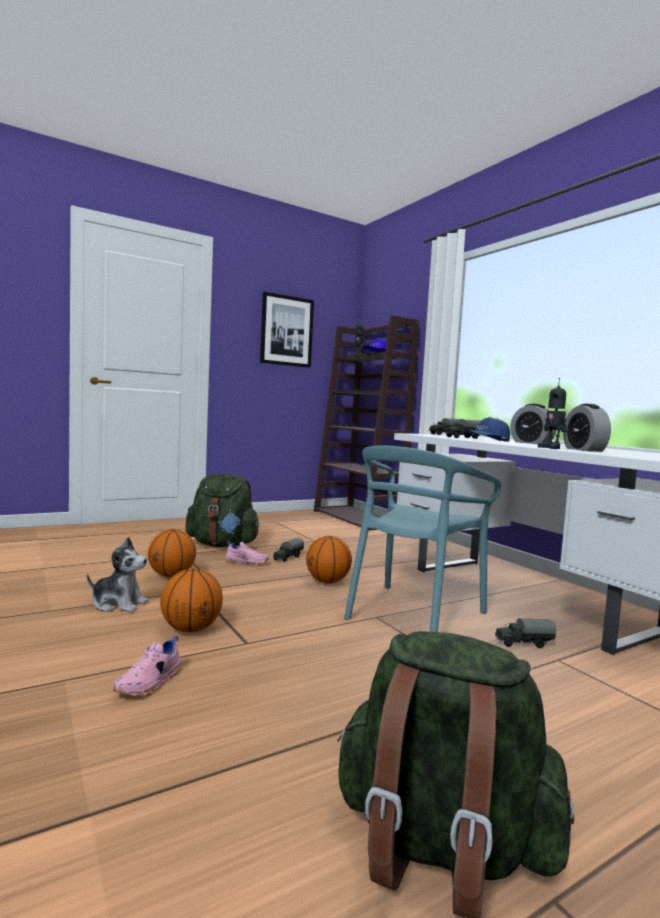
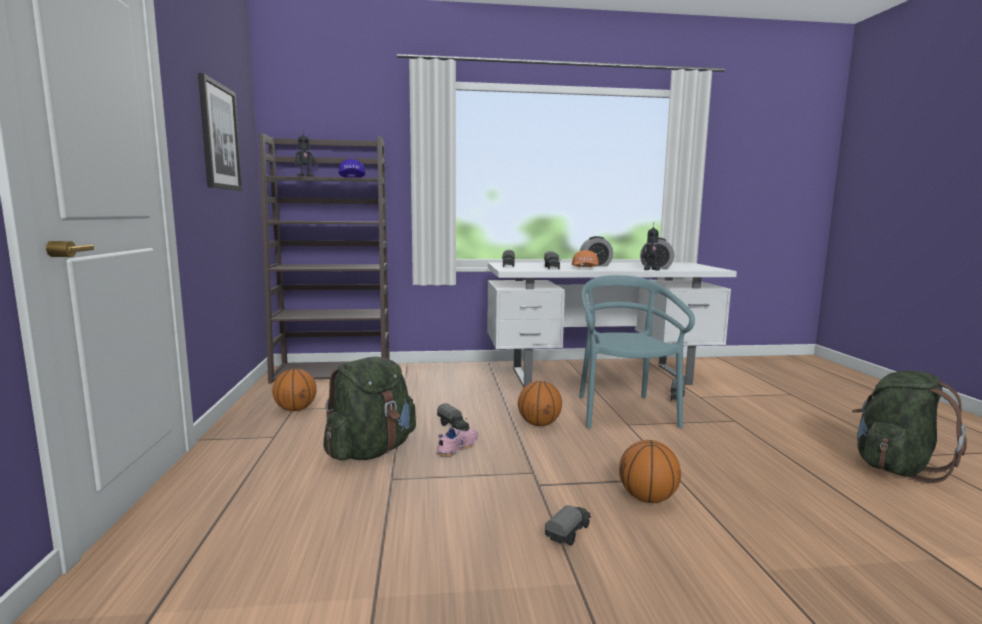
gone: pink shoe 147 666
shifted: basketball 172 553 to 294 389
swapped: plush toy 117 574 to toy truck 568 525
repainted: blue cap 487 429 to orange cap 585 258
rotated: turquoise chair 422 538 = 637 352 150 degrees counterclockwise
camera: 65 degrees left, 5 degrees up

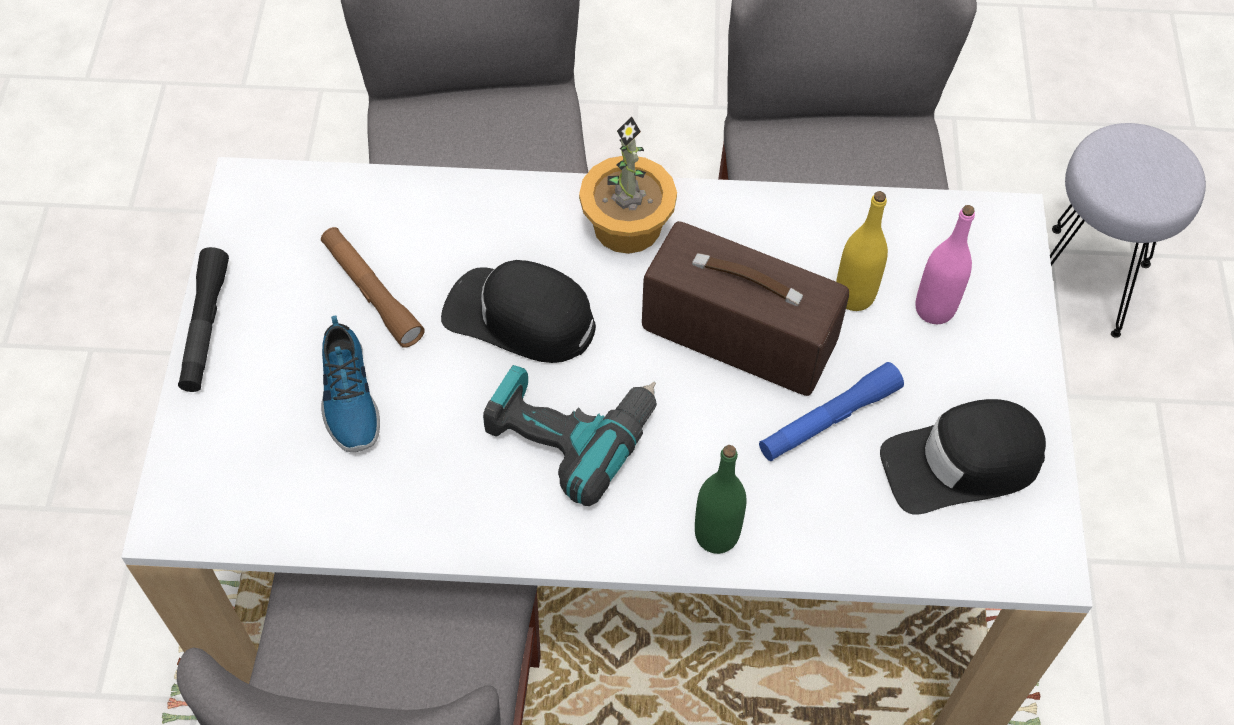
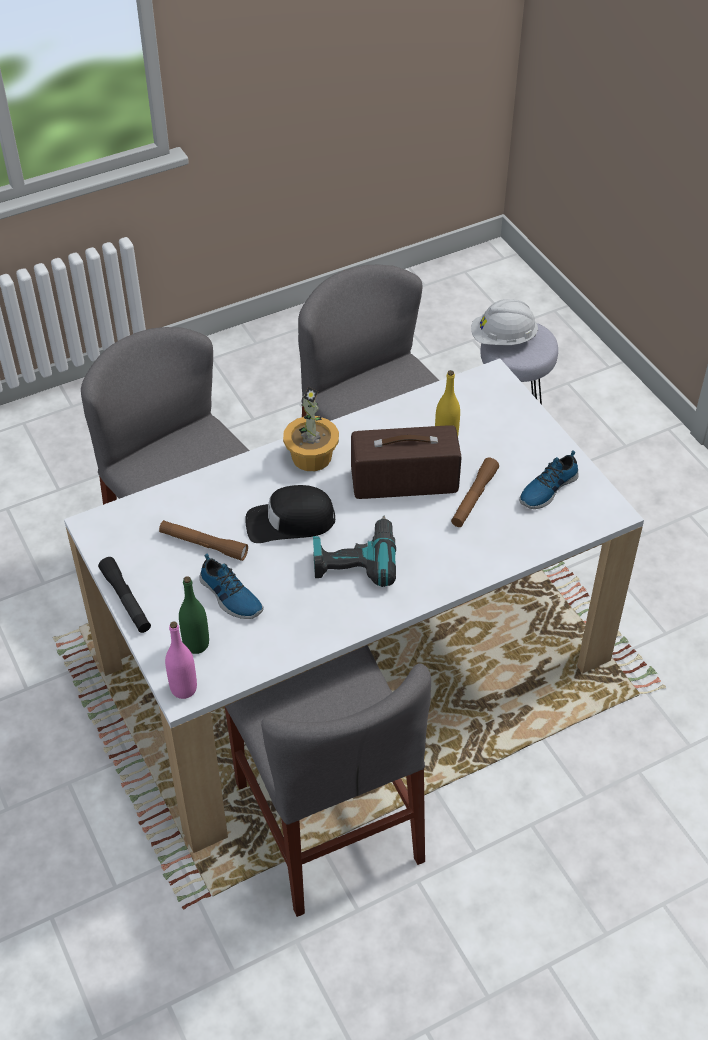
new: white hard hat 504 322
shifted: green bottle 720 499 to 194 615; pink bottle 945 264 to 181 660
swapped: black cap 963 457 to shoe 549 480
repainted: blue flashlight 831 411 to brown flashlight 475 492
camera: 30 degrees left, 10 degrees down

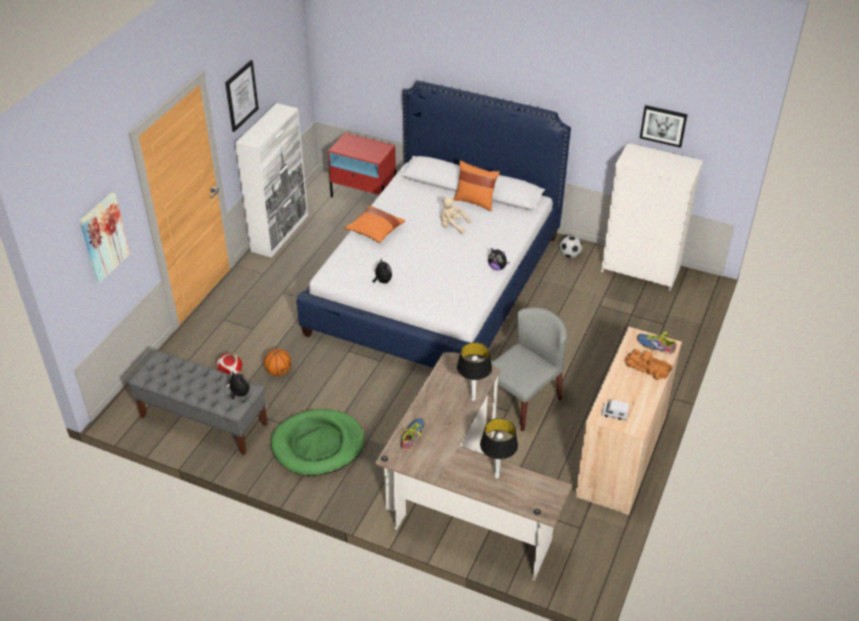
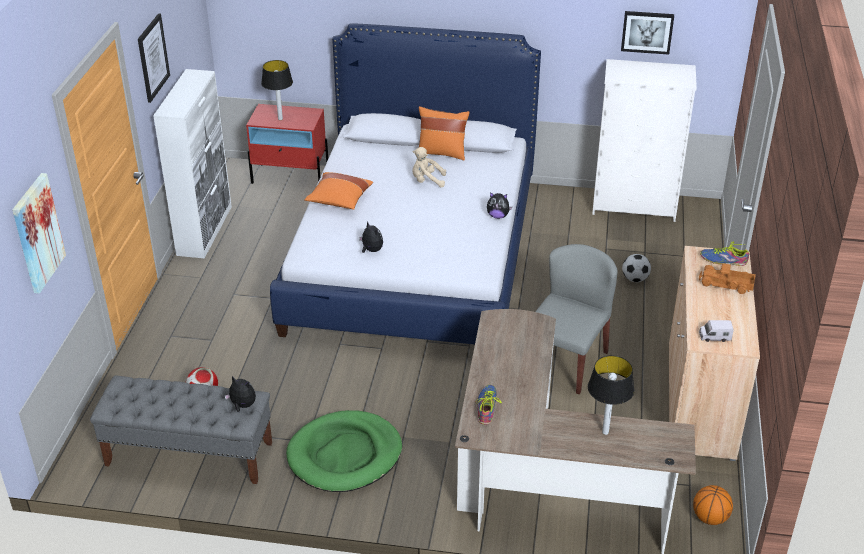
shifted: basketball 277 362 to 713 505; table lamp 474 371 to 277 90; football 571 247 to 636 268
camera: 15 degrees left, 5 degrees down

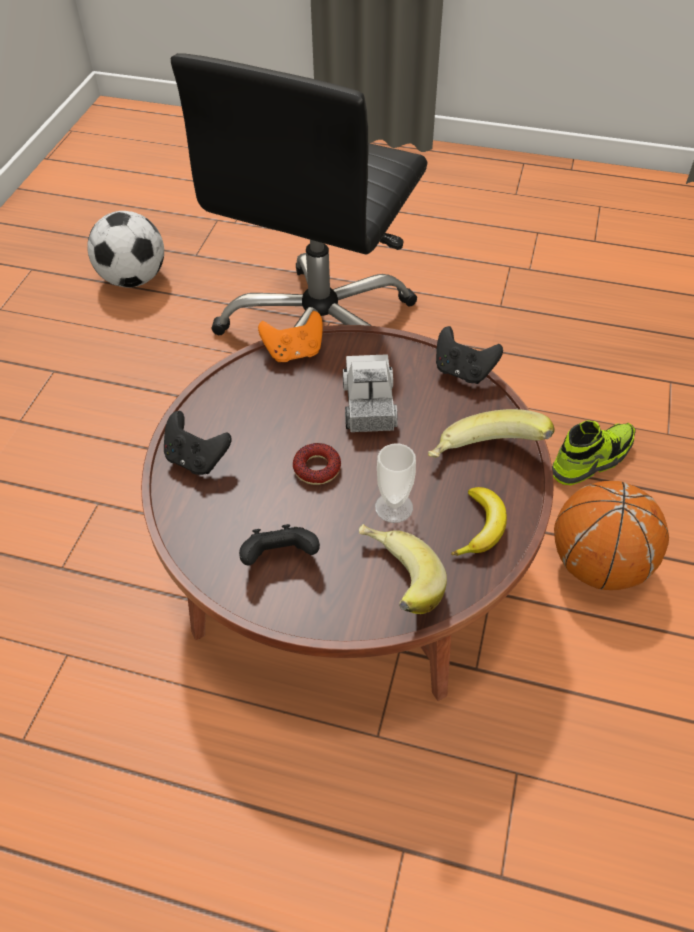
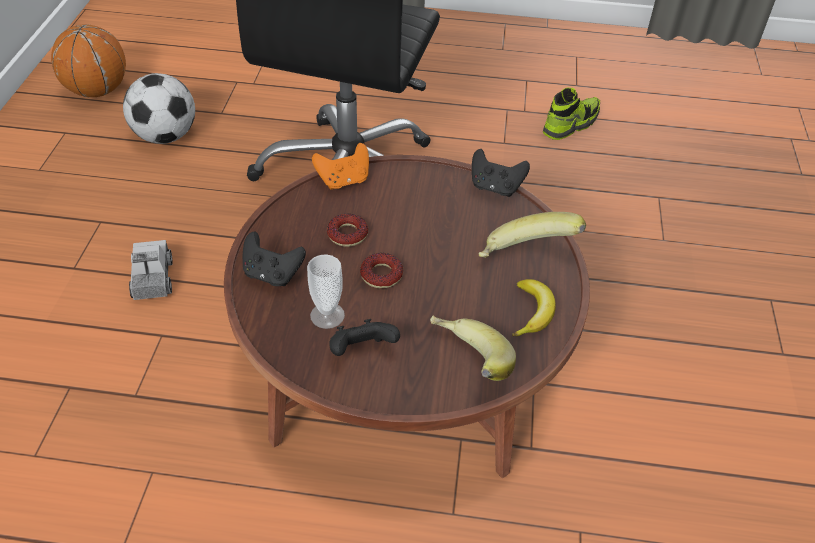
new: donut 347 230
shifted: toy truck 370 393 to 151 270; cup 395 483 to 326 291; shoe 594 452 to 571 114; basketball 611 535 to 88 60
camera: 10 degrees left, 5 degrees down

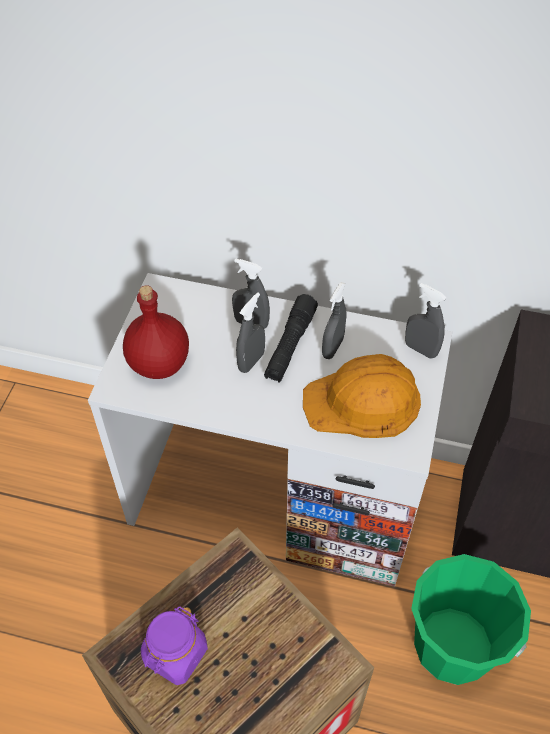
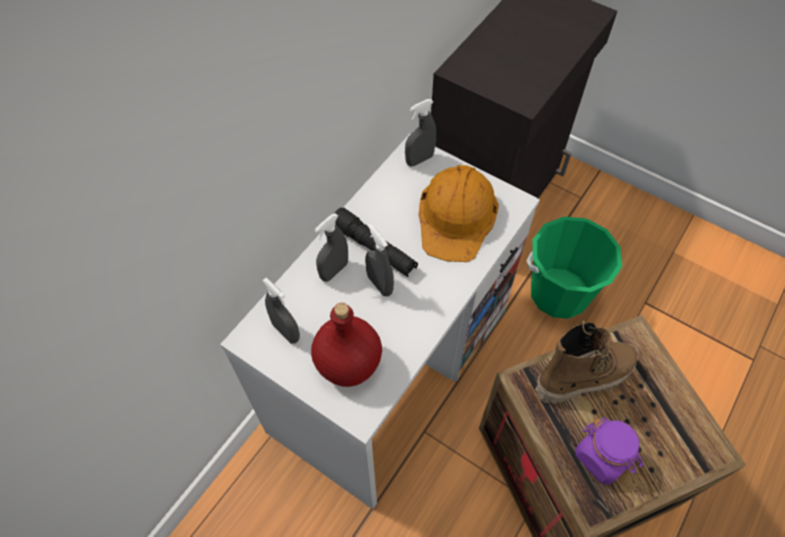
new: boot 586 362
shifted: grey spray bottle 334 320 to 281 310
camera: 70 degrees left, 5 degrees up

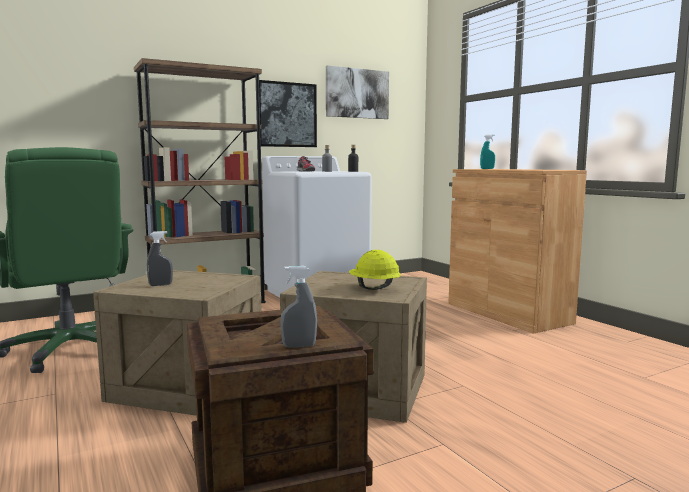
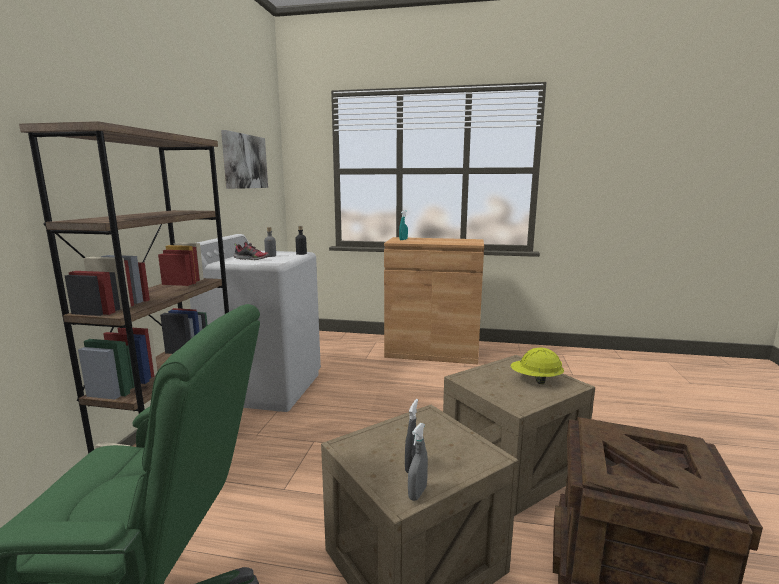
gone: picture 288 113
shifted: grey spray bottle 298 307 to 418 462
camera: 50 degrees left, 5 degrees up

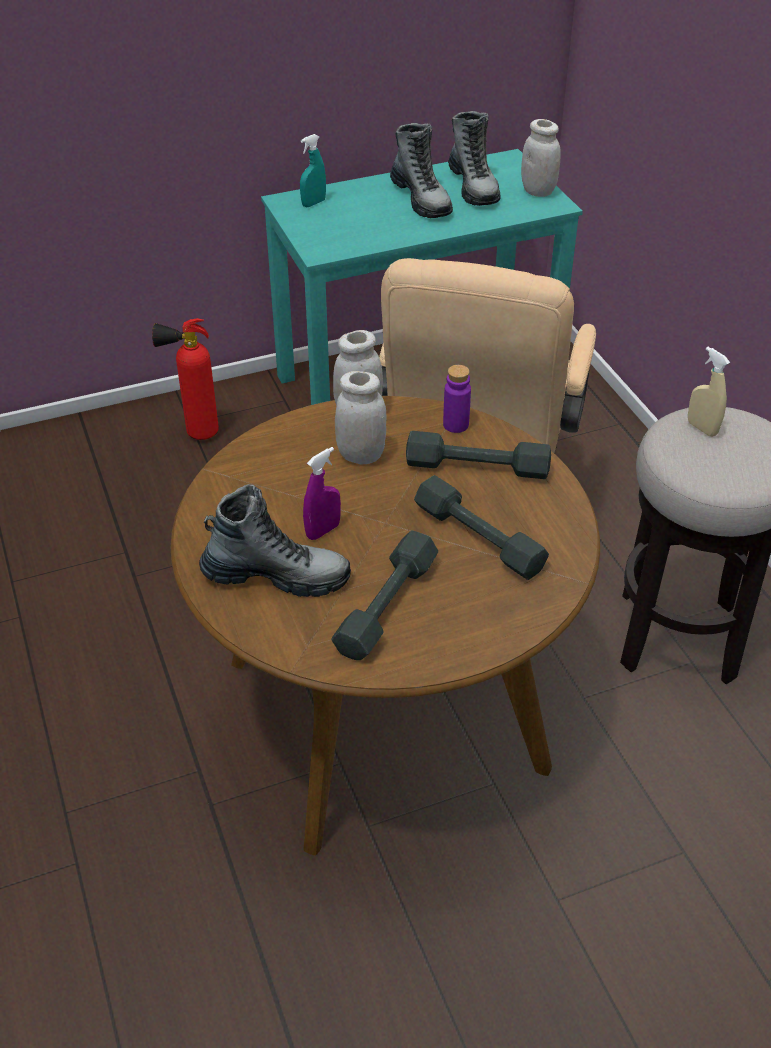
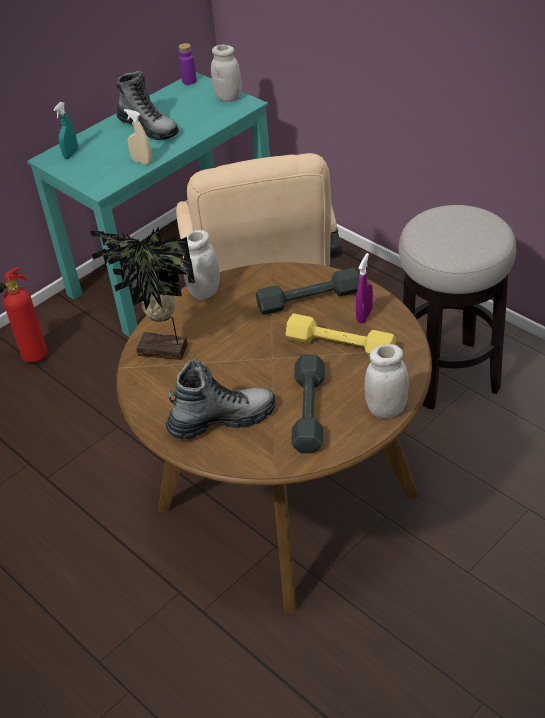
gone: boot 474 158
new: potted plant 142 294
shifted: purple spray bottle 322 493 to 364 288; white jar 360 418 to 386 381; purple bottle 457 399 to 187 64; beige spray bottle 709 392 to 138 137
repainted: grey dumbbell 481 527 to yellow dumbbell 340 334
camera: 20 degrees left, 0 degrees up

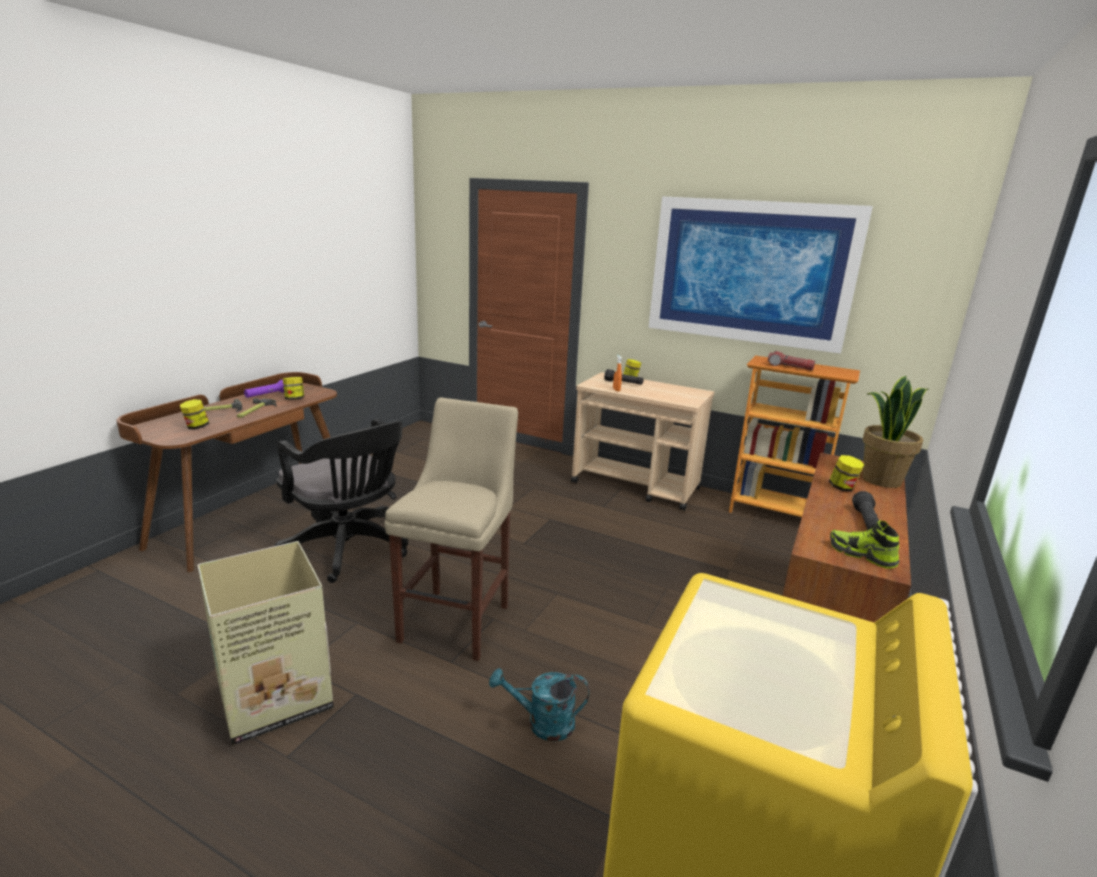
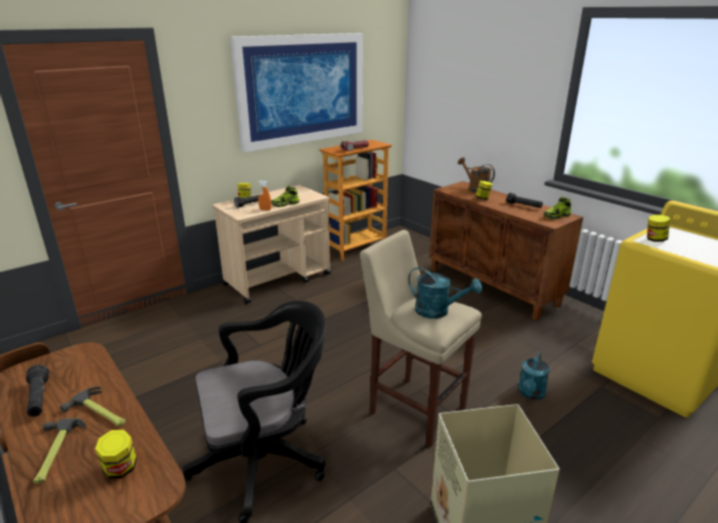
new: shoe 285 196; turquoise watering can 445 293
shifted: jar 293 388 to 658 228
swapped: potted plant 895 432 to brown watering can 476 175
repainted: purple flashlight 264 389 to black flashlight 37 391
camera: 65 degrees left, 5 degrees up

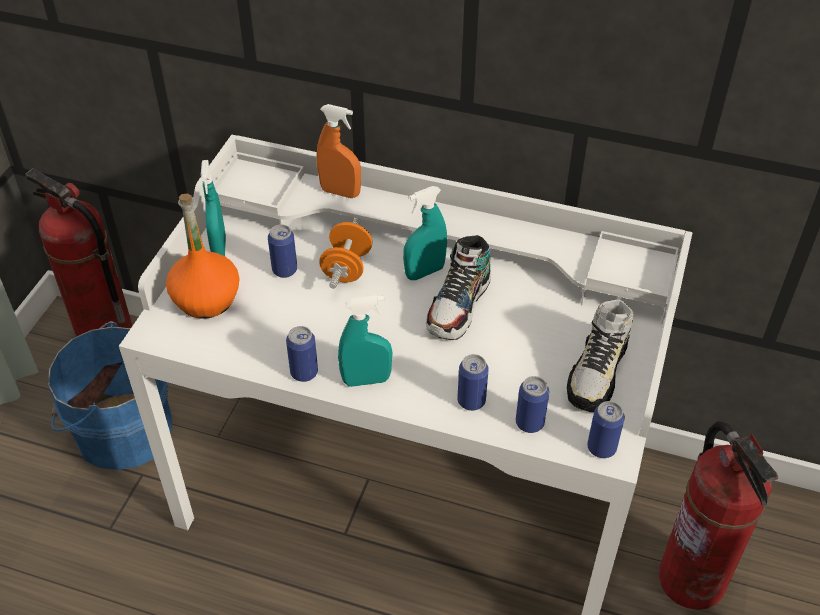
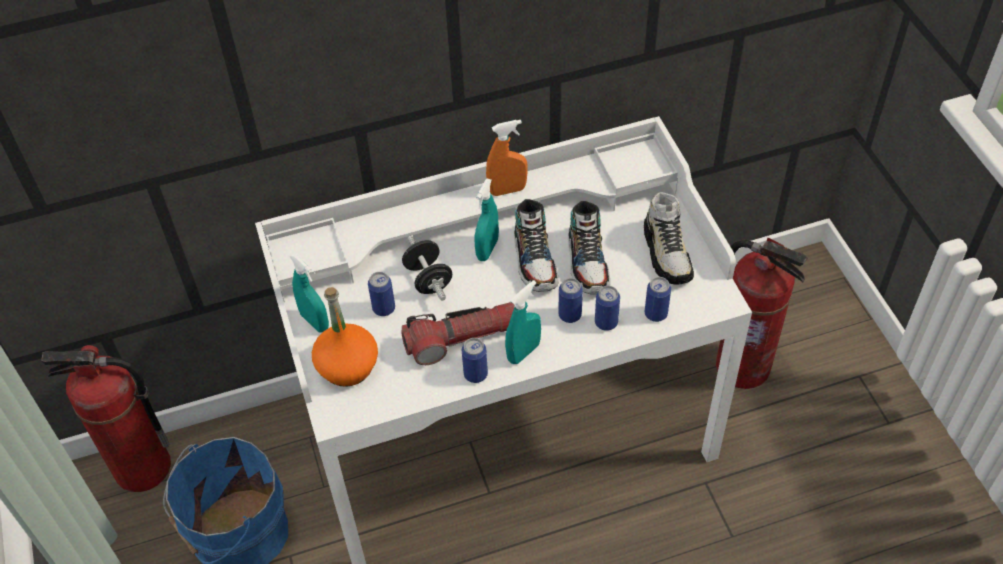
new: flashlight 458 333; shoe 589 247
shifted: orange spray bottle 339 151 to 507 158; can 606 429 to 570 300
repainted: orange dumbbell 345 253 to black dumbbell 427 268
camera: 35 degrees left, 5 degrees up

